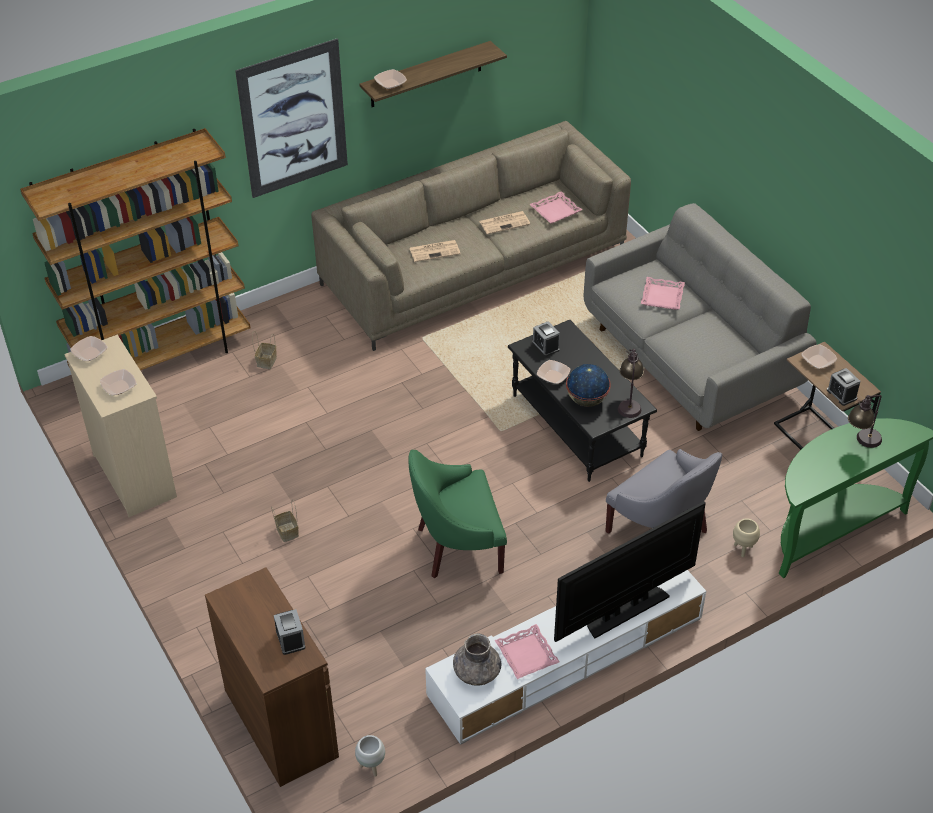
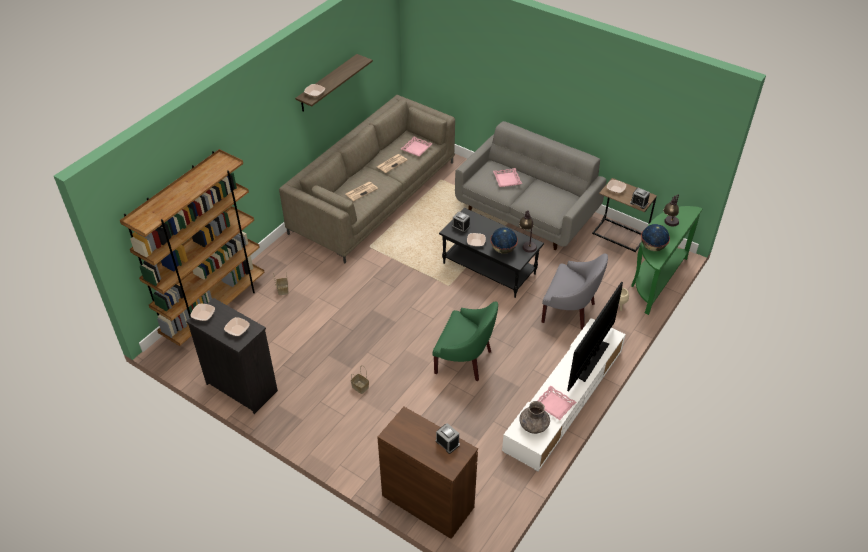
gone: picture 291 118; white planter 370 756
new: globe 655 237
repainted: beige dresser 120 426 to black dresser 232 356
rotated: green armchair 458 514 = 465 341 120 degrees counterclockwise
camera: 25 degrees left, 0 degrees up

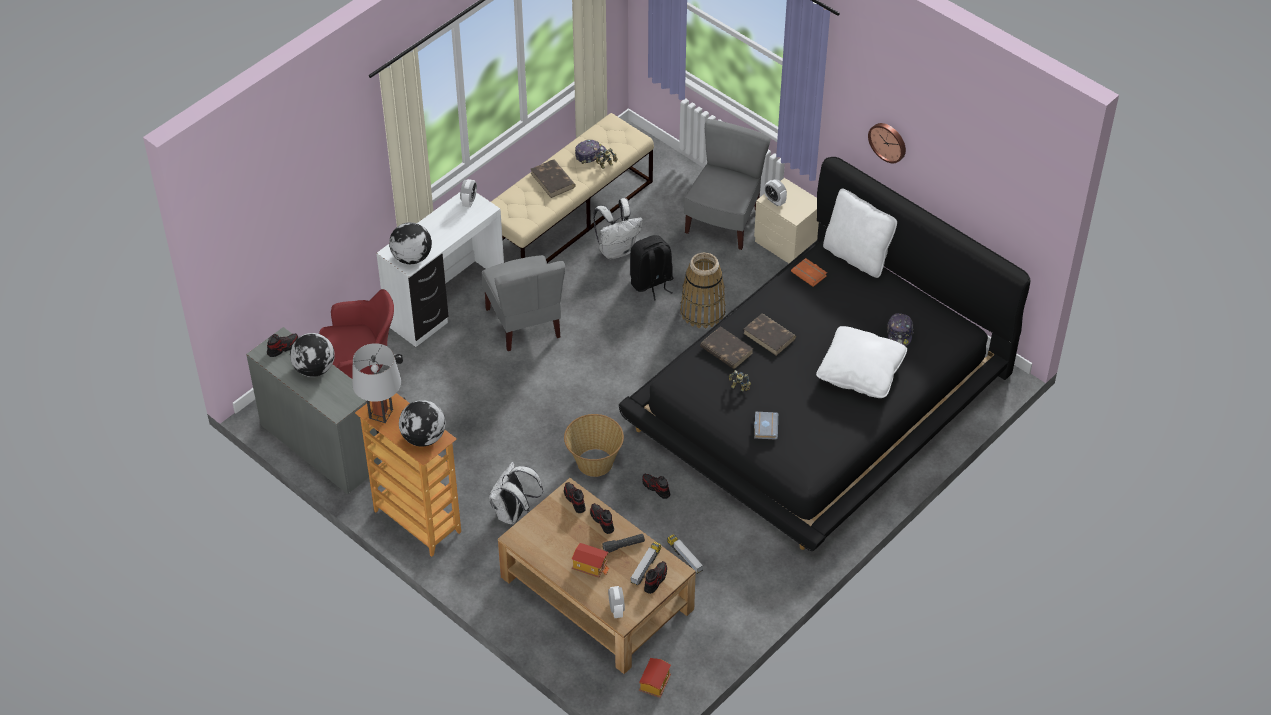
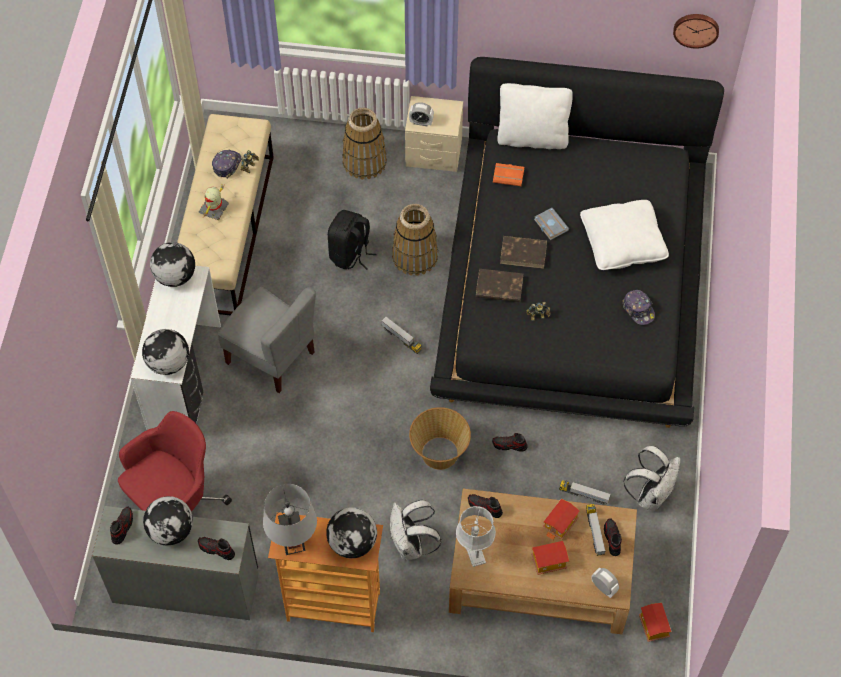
new: toy truck 401 335; grey table lamp 476 536
shifted: shoe 602 518 to 216 548; white backpack 618 229 to 652 478; grey book 766 426 to 551 224; wall clock 887 143 to 696 31; cap 900 329 to 638 307
swapped: alarm clock 468 193 to globe 172 264; brown book 553 178 to toy robot 213 203; black flashlight 623 543 to toy house 561 519; grey chair 727 184 to basket 364 144
camera: 35 degrees left, 10 degrees up

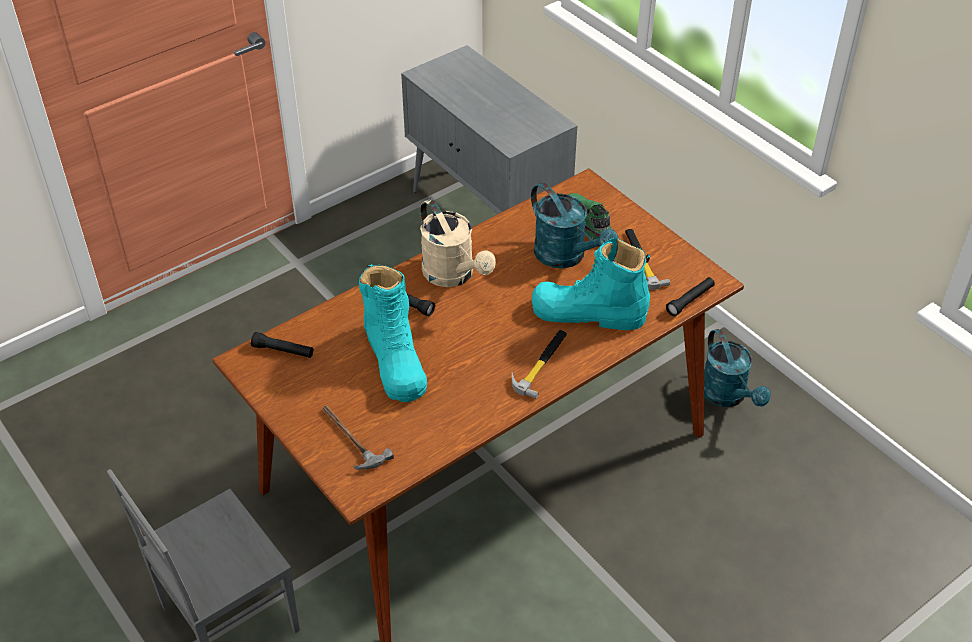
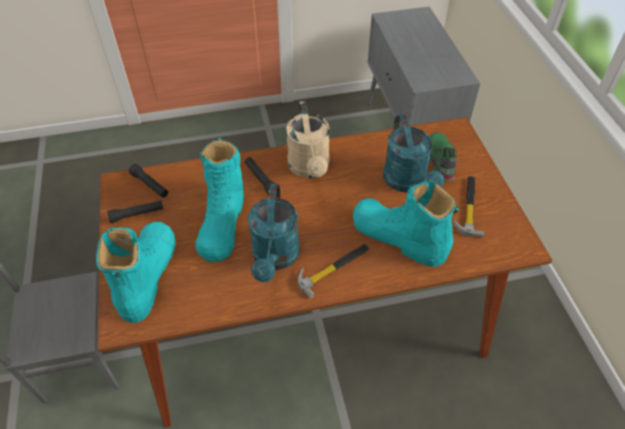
shifted: black flashlight 690 296 to 135 212; turquoise watering can 737 368 to 274 233
swapped: hammer 358 437 to turquoise boot 136 272
camera: 25 degrees right, 5 degrees up

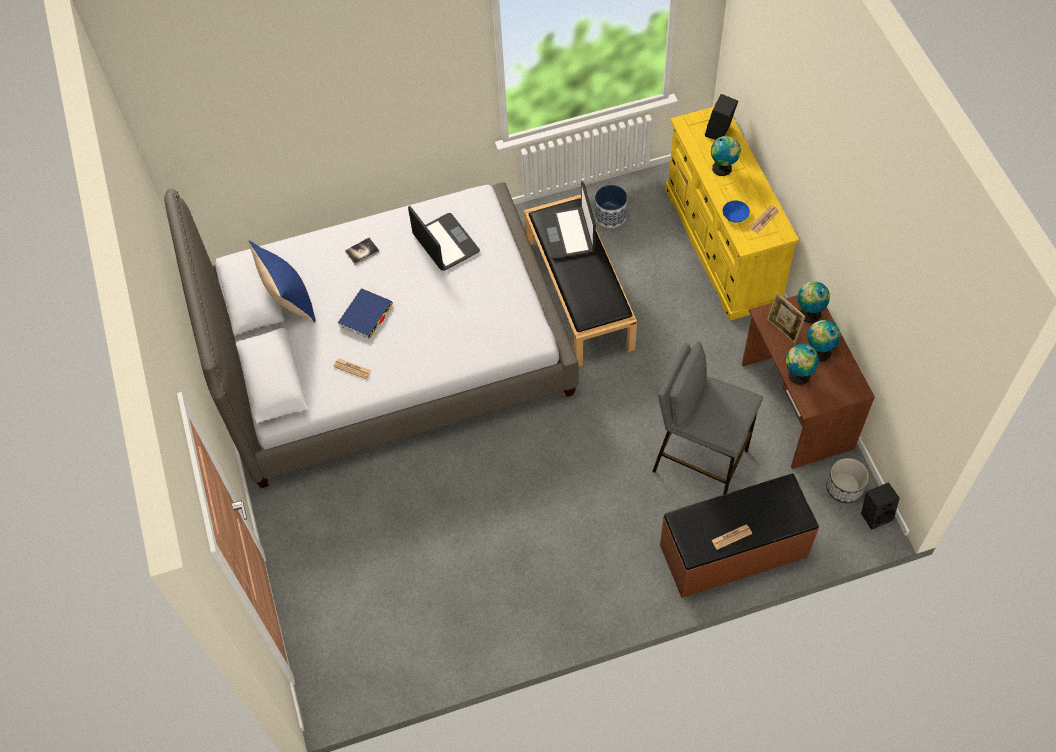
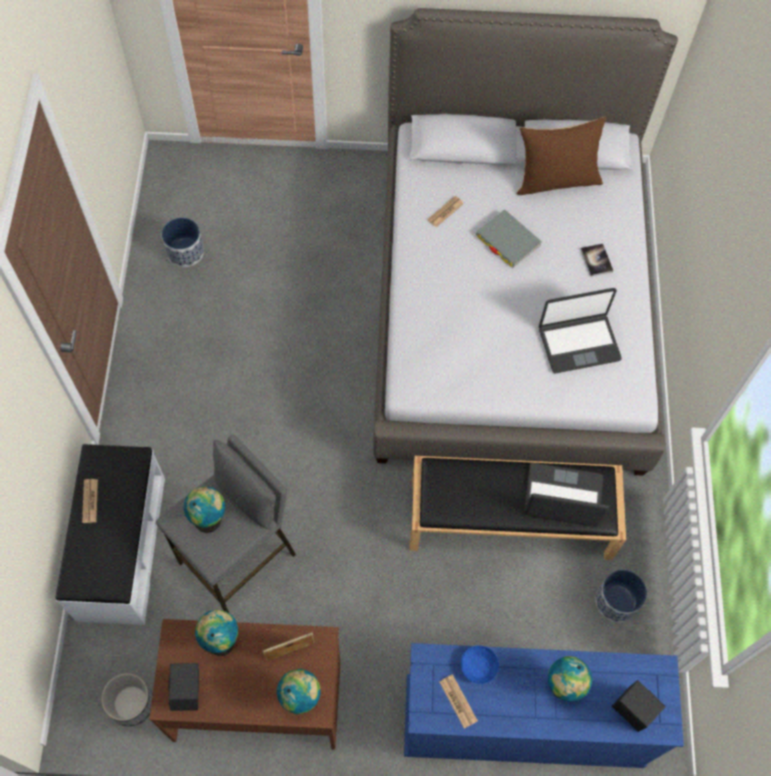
new: planter 183 242
shifted: globe 824 341 to 204 509; black speaker 880 506 to 183 687
repainted: blue pillow 282 281 to brown pillow 561 155; blue book 365 313 to grey book 509 238; brown bench 739 536 to white bench 110 534; yellow dresser 732 214 to blue dresser 544 705
camera: 105 degrees right, 5 degrees up

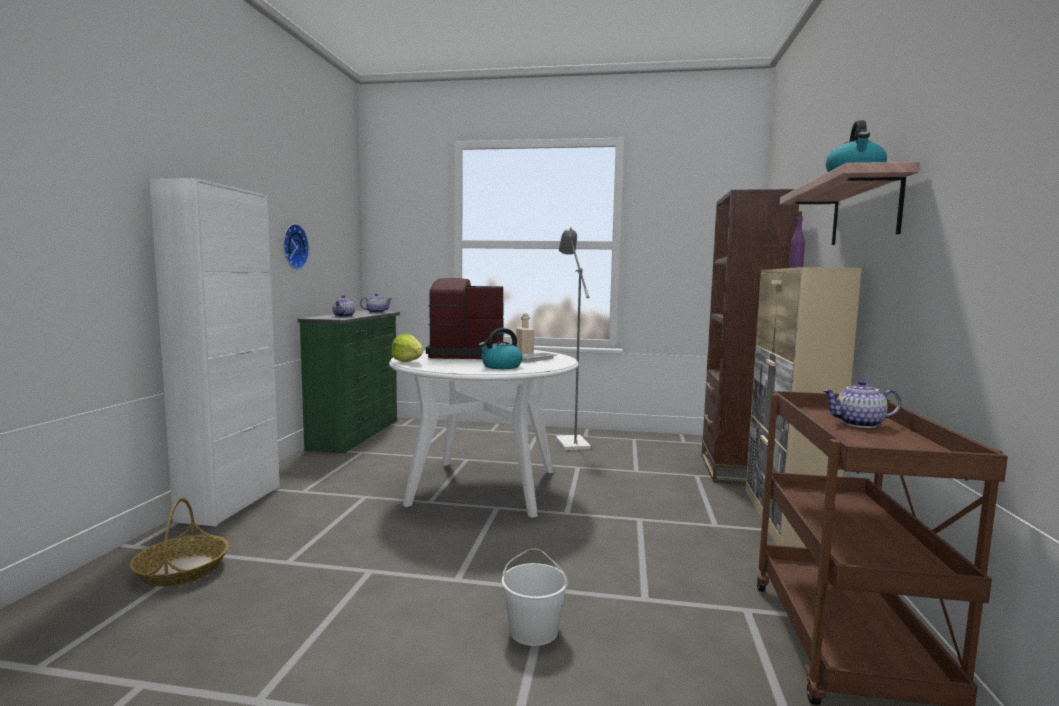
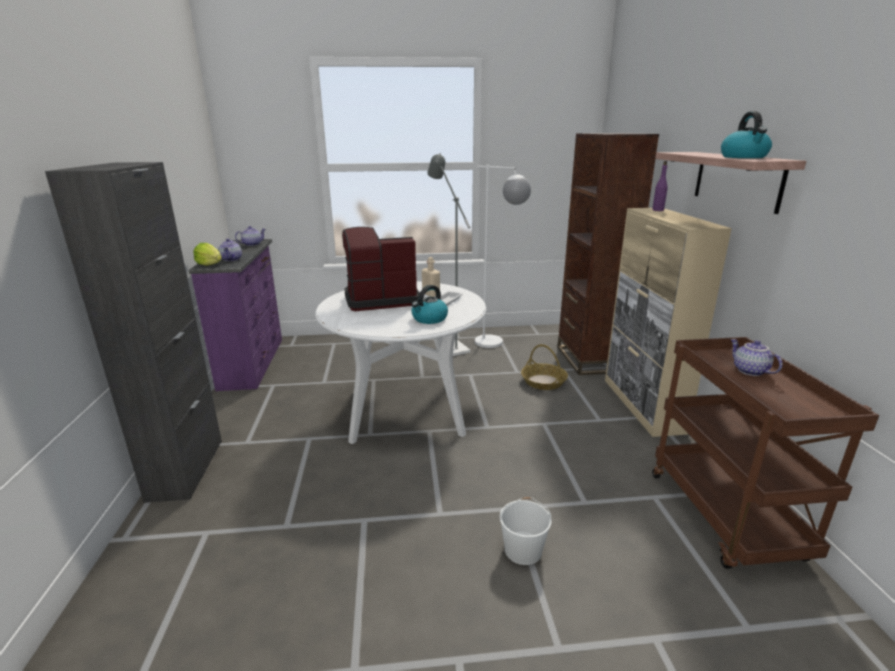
gone: wall clock 296 247
new: white floor lamp 503 256
shifted: basket 179 542 to 544 367; lettuce 407 348 to 207 254
repainted: white cabinet 215 352 to black cabinet 133 332; green dresser 349 382 to purple dresser 235 315
rotated: teapot 862 404 = 756 357 75 degrees clockwise
camera: 15 degrees left, 15 degrees up

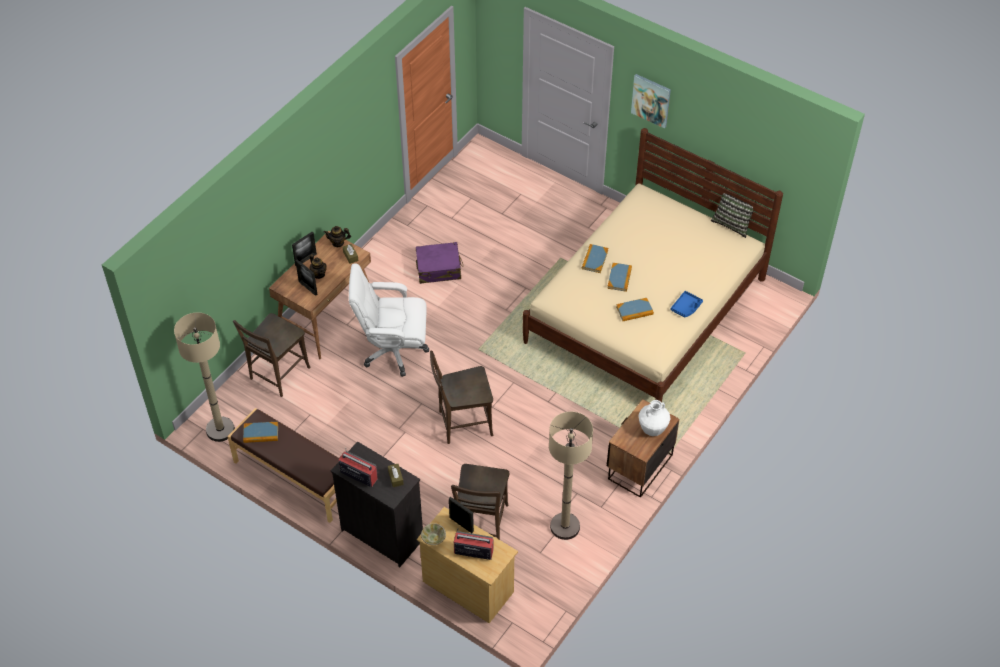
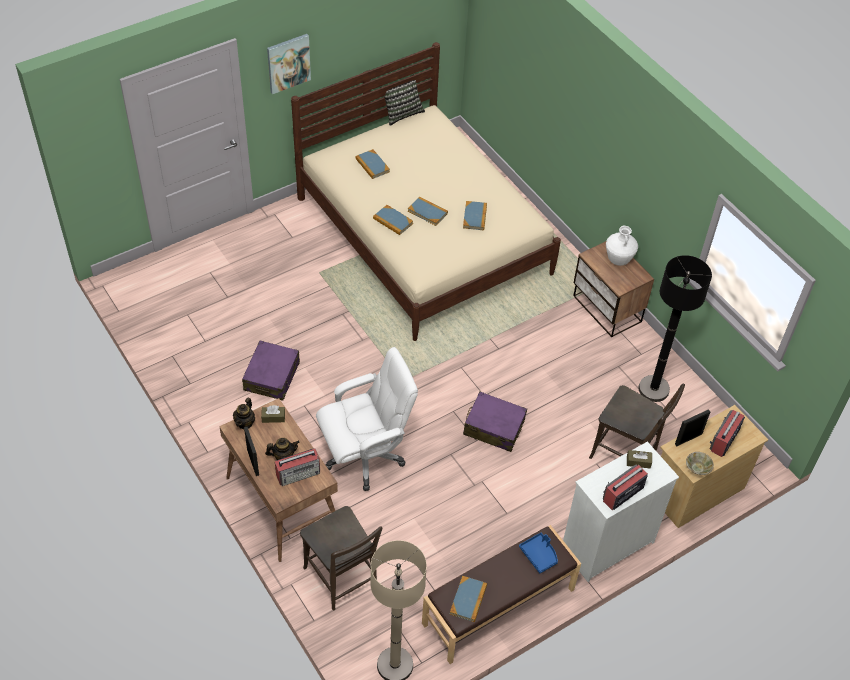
new: book 372 164
shifted: blue tray 686 304 to 538 552
swapped: picture frame 306 277 to radio 297 467; brown chair 462 397 to purple suitcase 495 422
repainted: black dresser 377 504 to white dresser 621 511; beige floor lamp 571 476 to black floor lamp 675 328
rotated: white office chair 389 320 = 367 419 135 degrees counterclockwise
camera: 70 degrees left, 0 degrees up

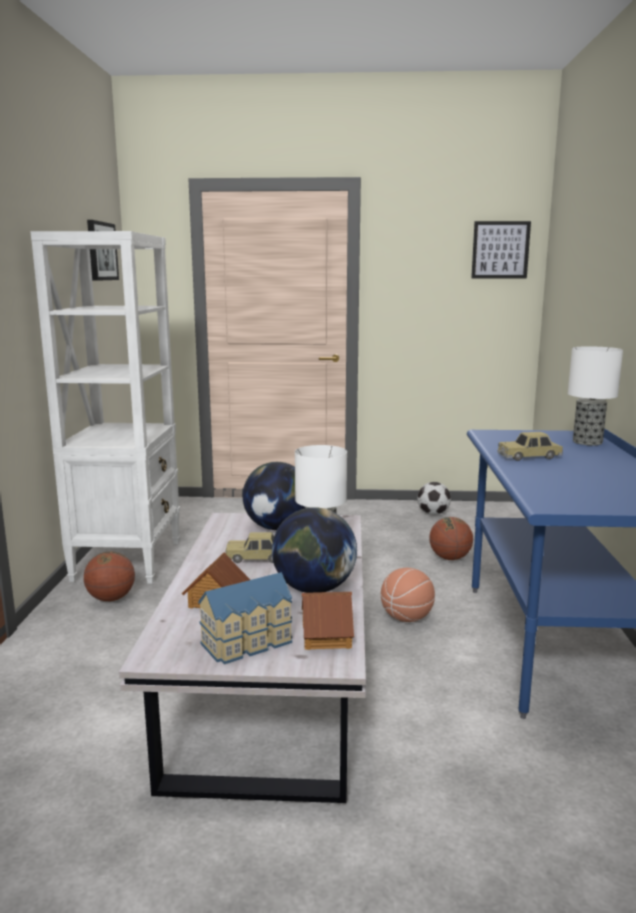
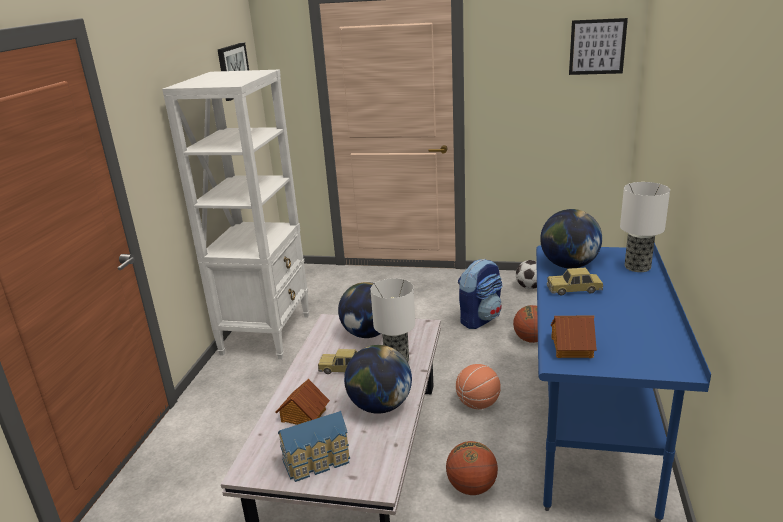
new: backpack 480 294; globe 571 239
shifted: basketball 109 576 to 472 468; toy house 328 621 to 574 337
camera: 10 degrees right, 10 degrees up

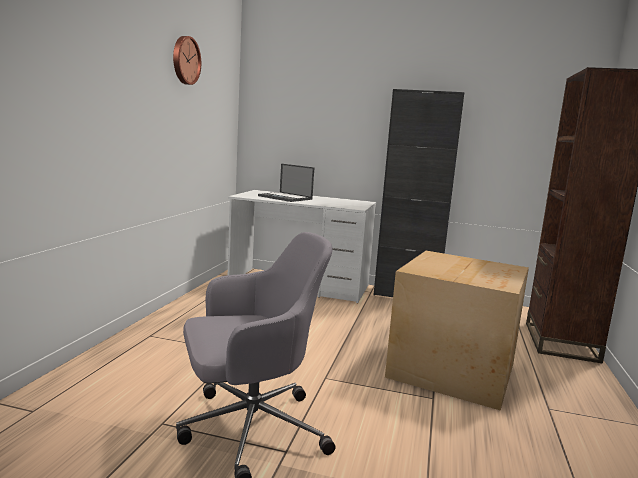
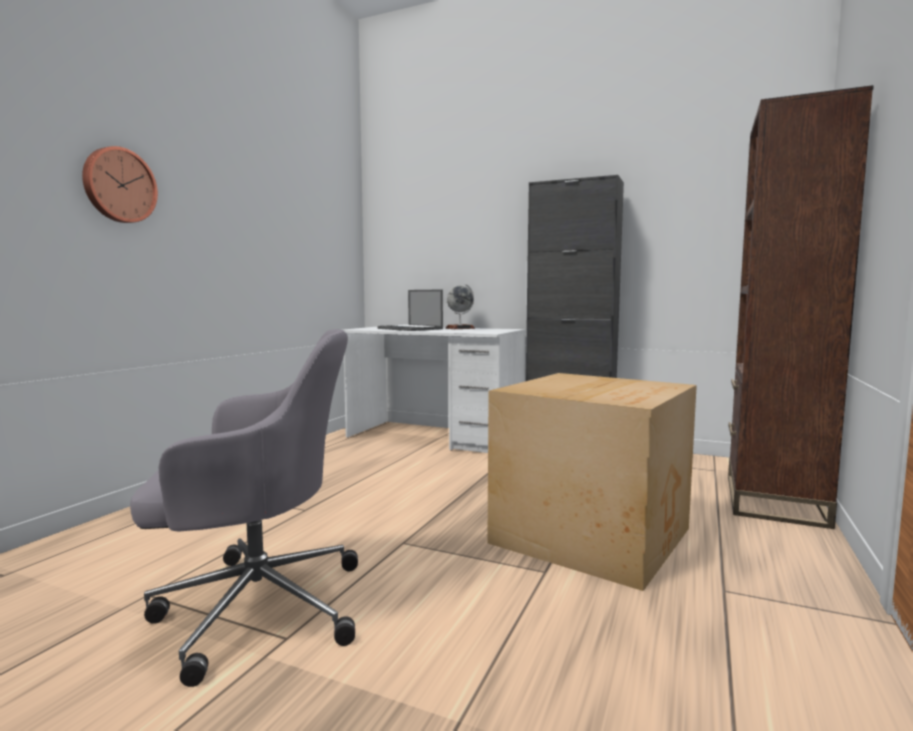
new: globe 460 306
shifted: wall clock 187 60 to 120 184
camera: 10 degrees right, 5 degrees down

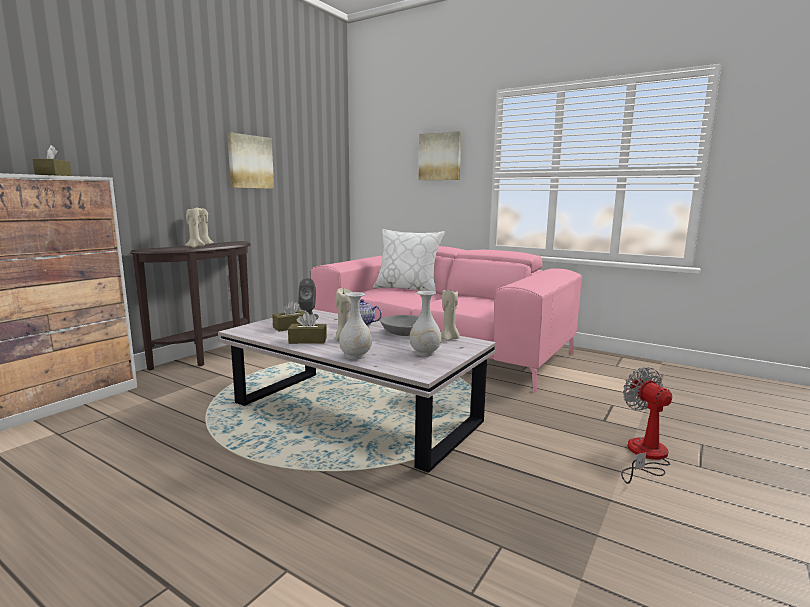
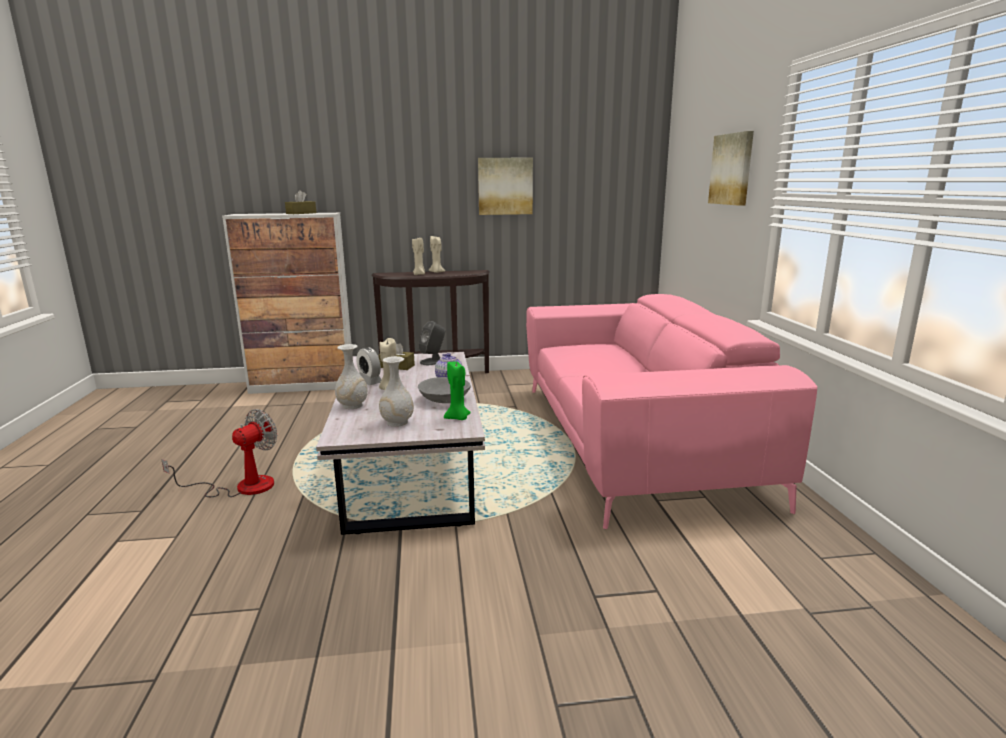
gone: white pillow 409 260
shifted: fan 646 425 to 219 453
swapped: brown tissue box 307 328 to alarm clock 369 366
repainted: beige candle 450 314 to green candle 457 390
camera: 50 degrees right, 5 degrees up

